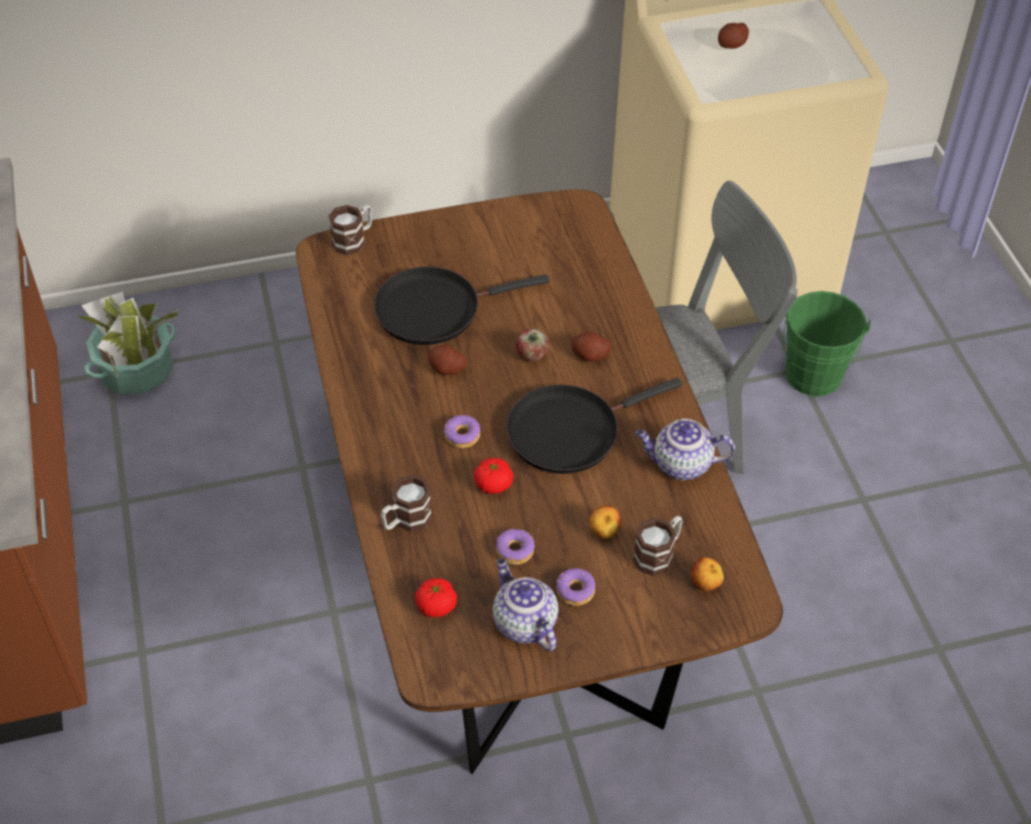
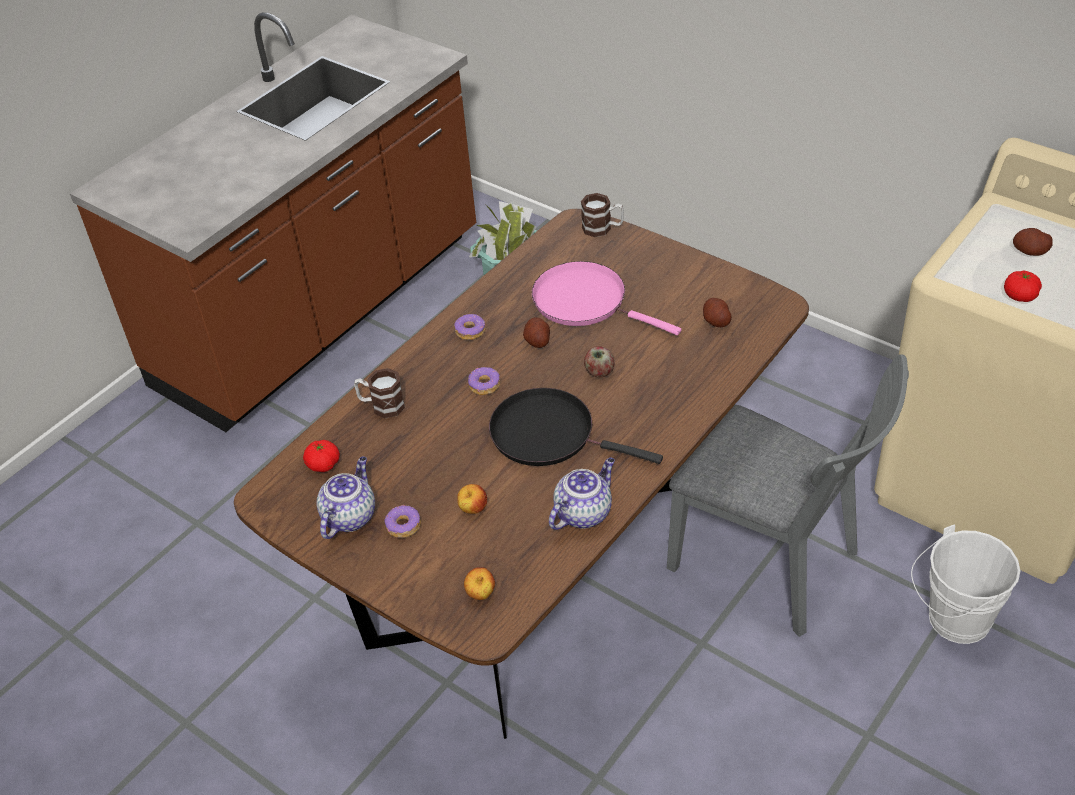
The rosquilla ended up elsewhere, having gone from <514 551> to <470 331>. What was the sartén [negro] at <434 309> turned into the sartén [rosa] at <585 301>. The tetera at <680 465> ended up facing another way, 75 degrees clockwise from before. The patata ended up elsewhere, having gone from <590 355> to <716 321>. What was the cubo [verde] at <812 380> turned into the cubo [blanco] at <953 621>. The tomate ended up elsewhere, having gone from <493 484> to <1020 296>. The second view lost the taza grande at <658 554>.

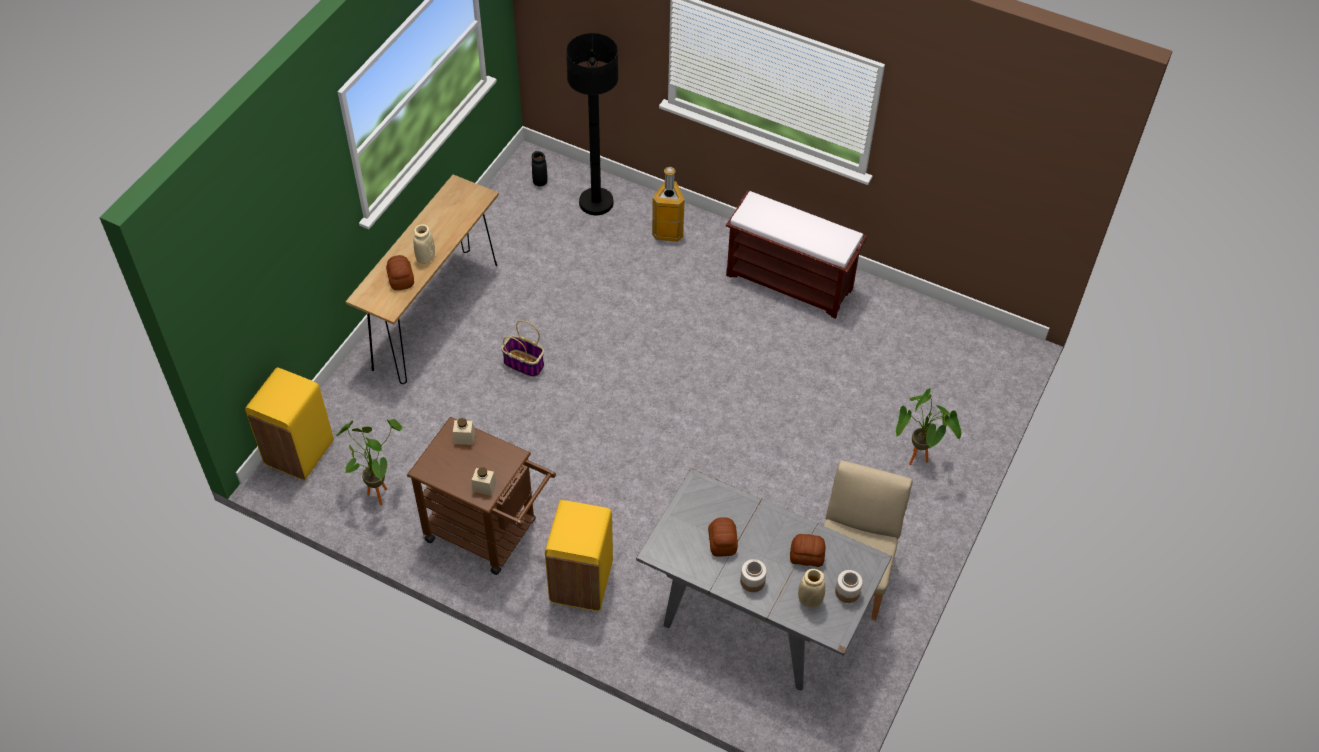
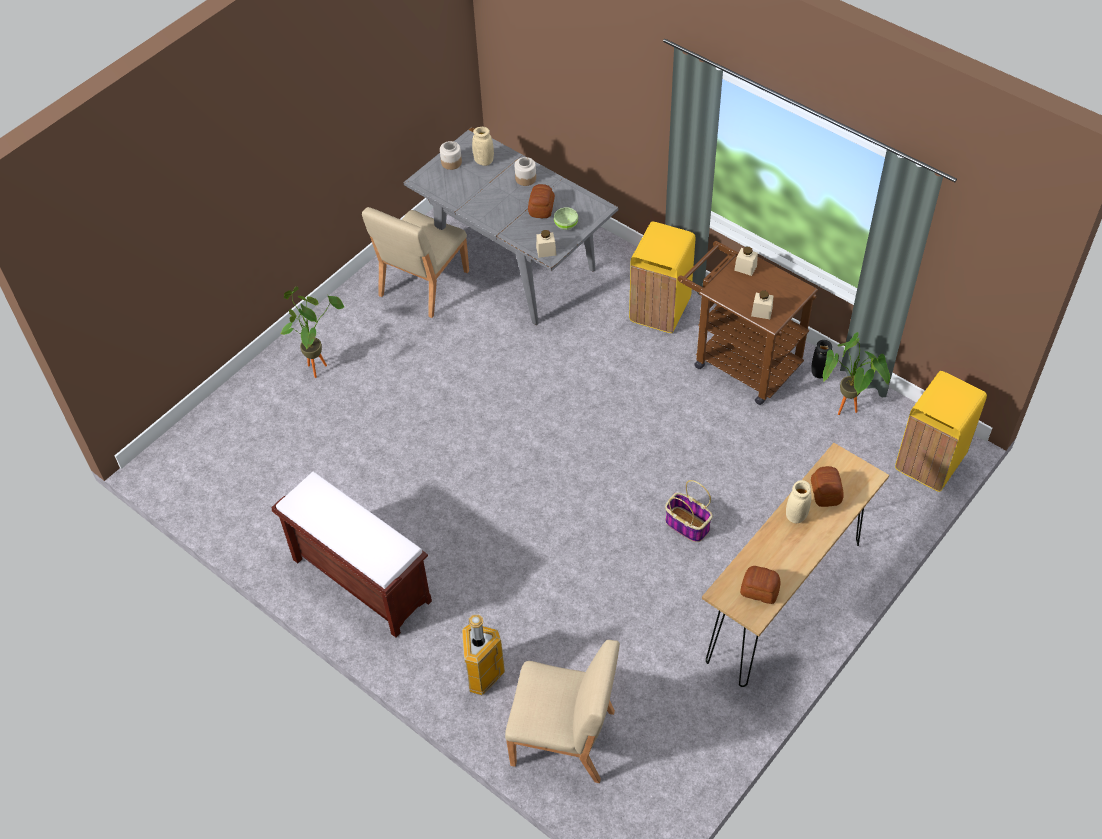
Where the lámpara de pie [negro] stood at <596 202>, the silla [beis] came to stand at <564 738>. The second view gained the tarro [beis] at <546 251>. The second view gained the cuenco [verde] at <566 225>. The pan ended up elsewhere, having gone from <807 556> to <759 590>. The florero [negro] ended up elsewhere, having gone from <540 181> to <819 372>.

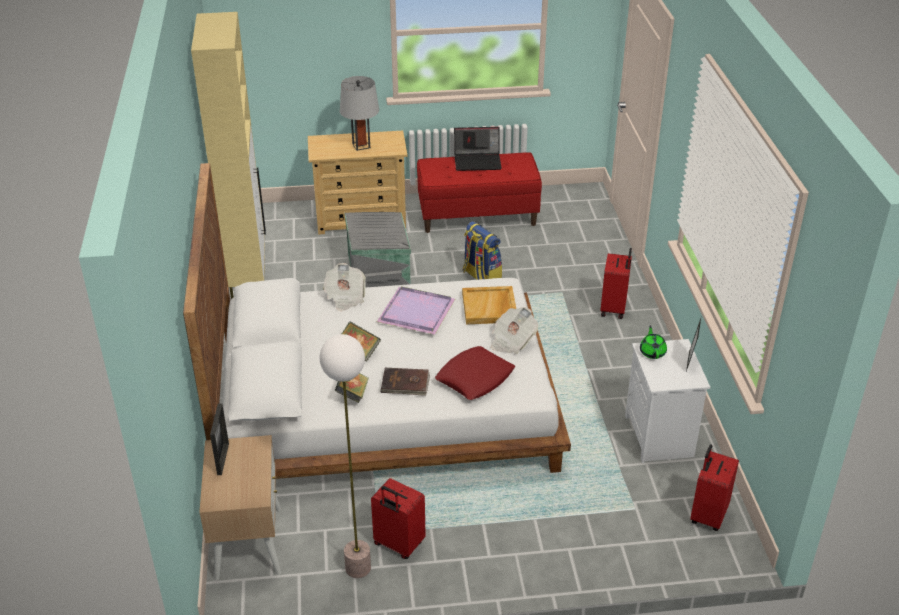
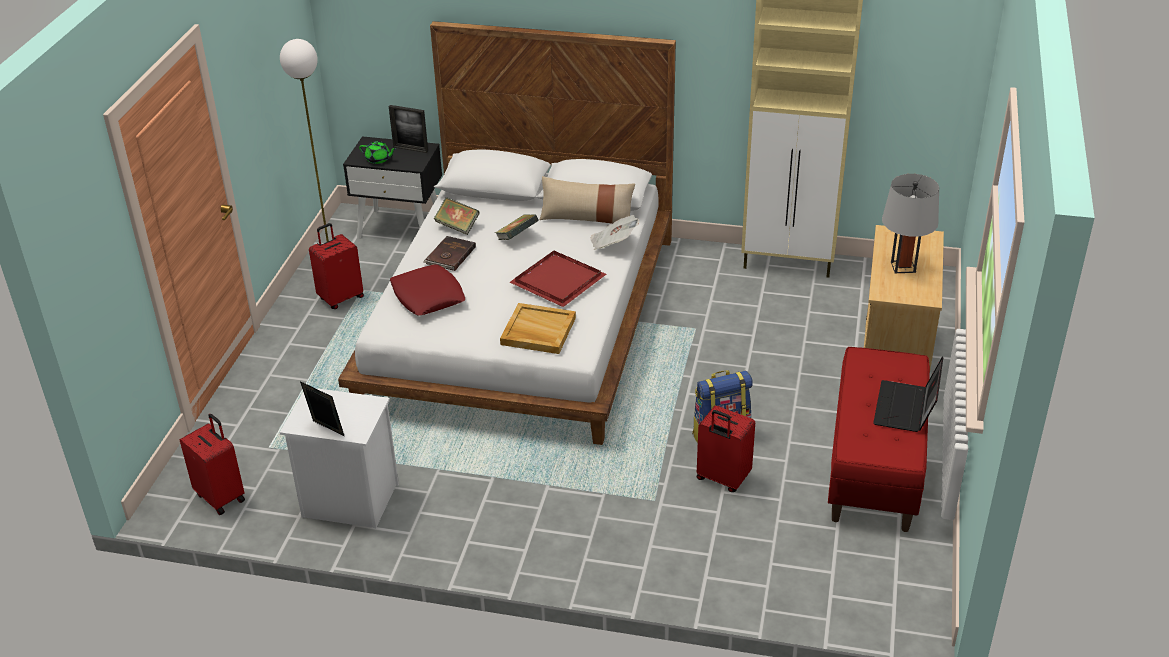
What was the mesita de noche [beis] at <248 542> turned into the mesita de noche [negro] at <401 227>. The tetera [verde] ended up elsewhere, having gone from <652 352> to <378 159>. What was the bandeja [morado] at <415 313> turned into the bandeja [rojo] at <558 279>. The second view gained the cojín [beis] at <587 218>. The maleta [rojo] ended up elsewhere, having gone from <614 308> to <722 479>. The second view lost the caja de almacenaje [gris] at <379 269>. The second view lost the periódico at <512 341>.

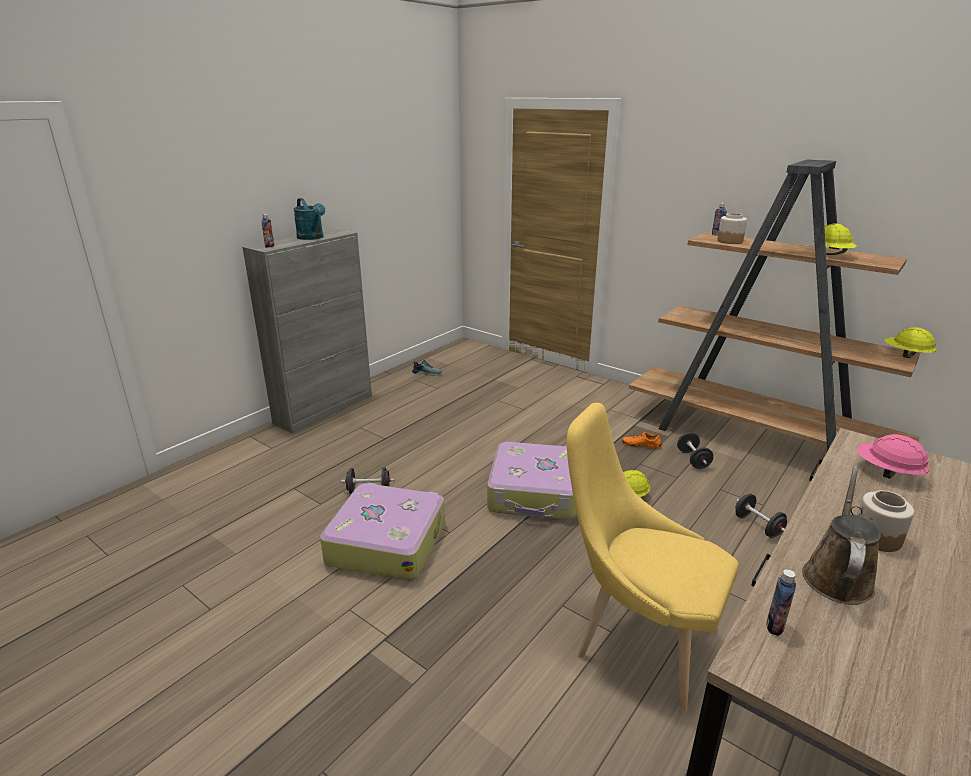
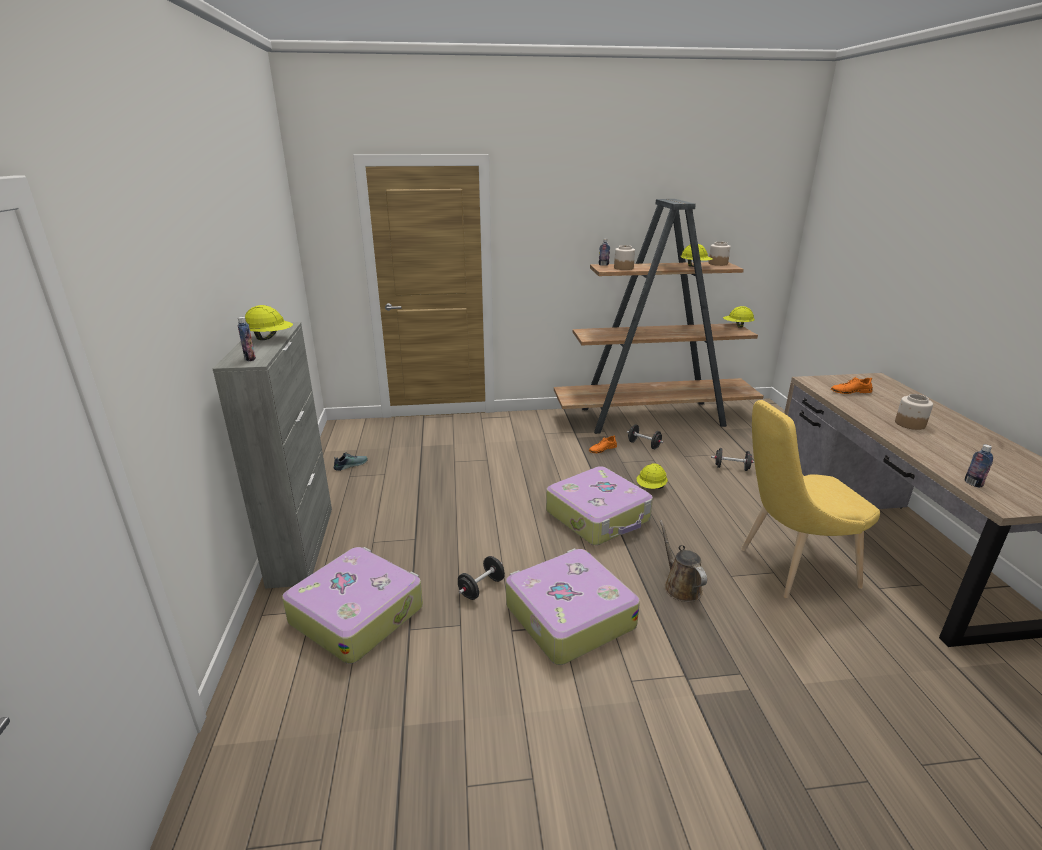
Where the regadera [turquesa] stood at <312 238>, the casco [amarillo] came to stand at <270 338>. The second view gained the maleta at <357 613>. The regadera [marrón] ended up elsewhere, having gone from <837 576> to <680 586>. The second view gained the tarro at <718 263>. Where the casco [rosa] stood at <887 472>, the zapato [naranja] came to stand at <850 391>.

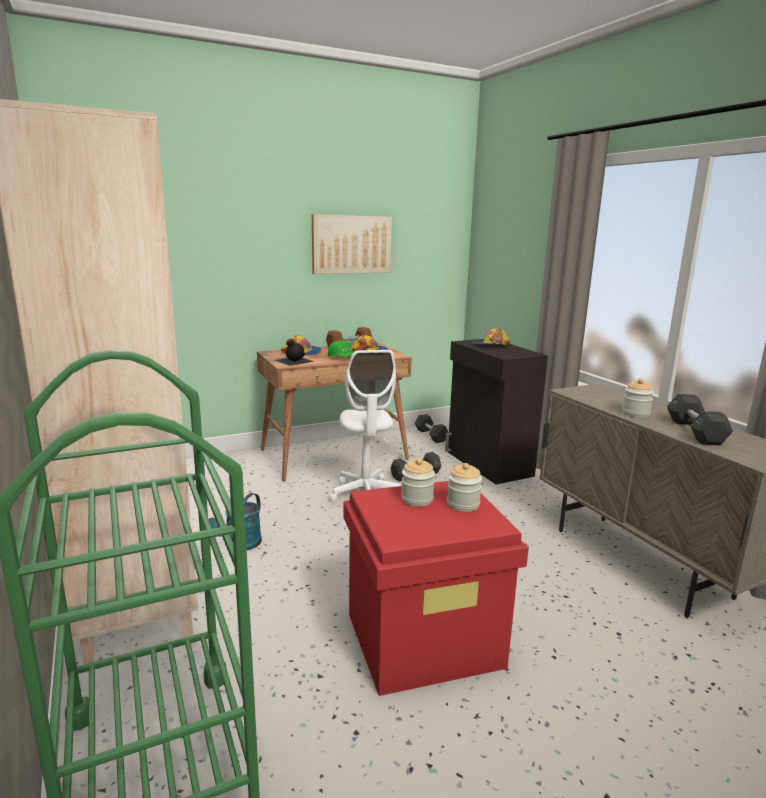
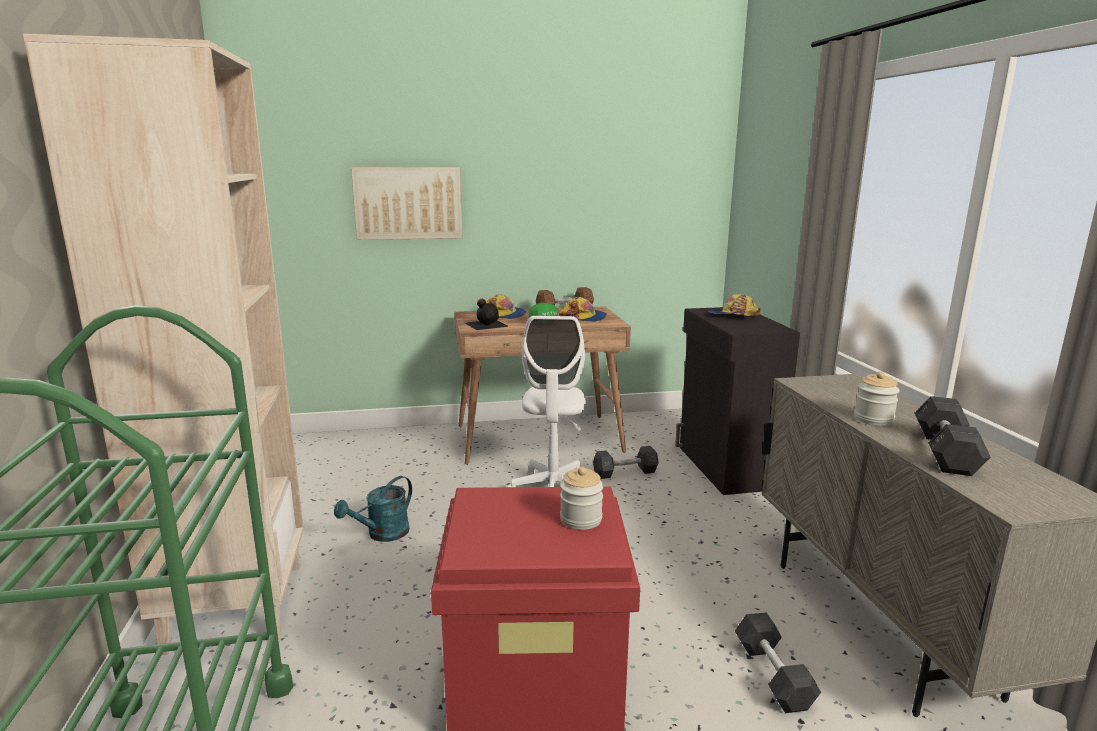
The cuadro ended up elsewhere, having gone from <351 244> to <408 203>. The mancuerna [gris] ended up elsewhere, having gone from <431 435> to <773 675>. The second view lost the tarro at <417 499>.

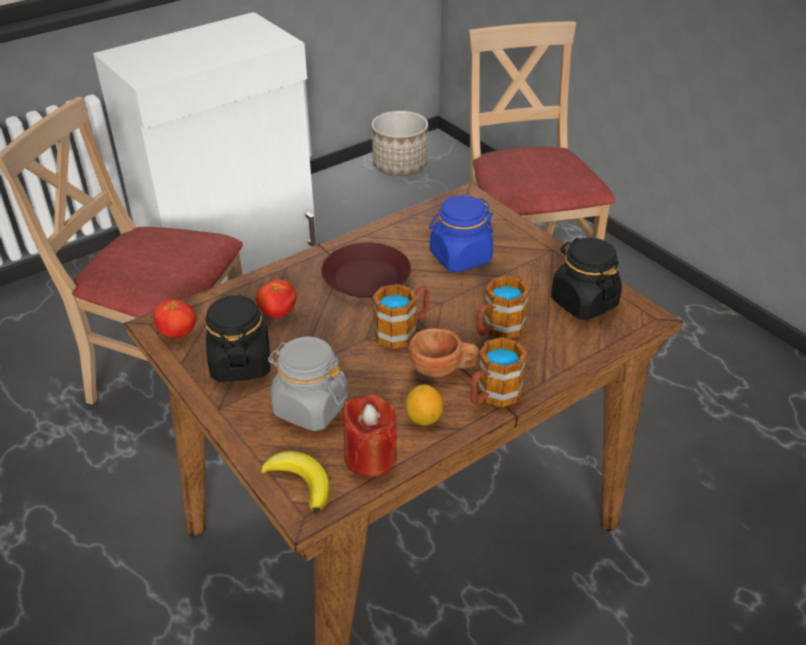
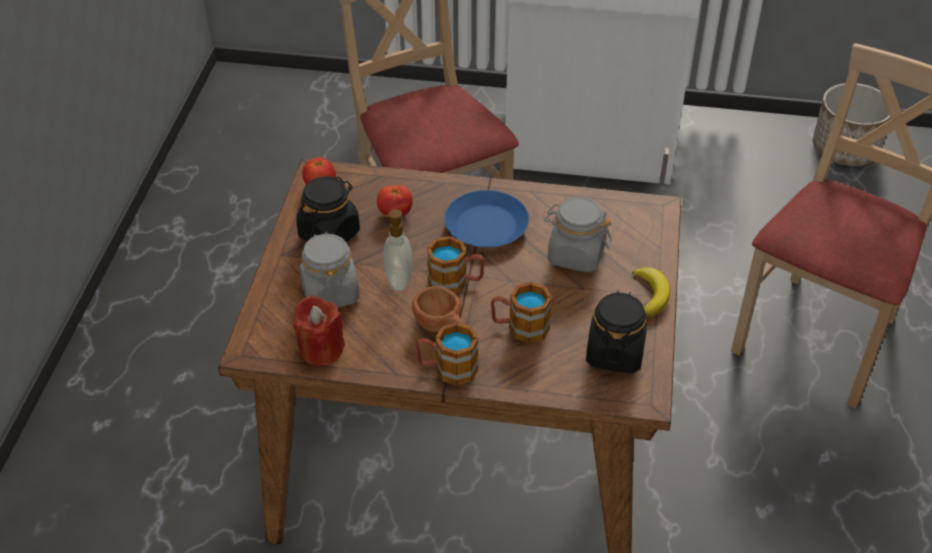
The second view gained the dispensador de jabón at <397 280>. What was the plato [marrón] at <367 278> turned into the plato [azul] at <487 227>. What was the tarro [azul] at <460 257> turned into the tarro [gris] at <575 255>. The plátano ended up elsewhere, having gone from <300 482> to <651 294>. The second view lost the limón at <423 418>.

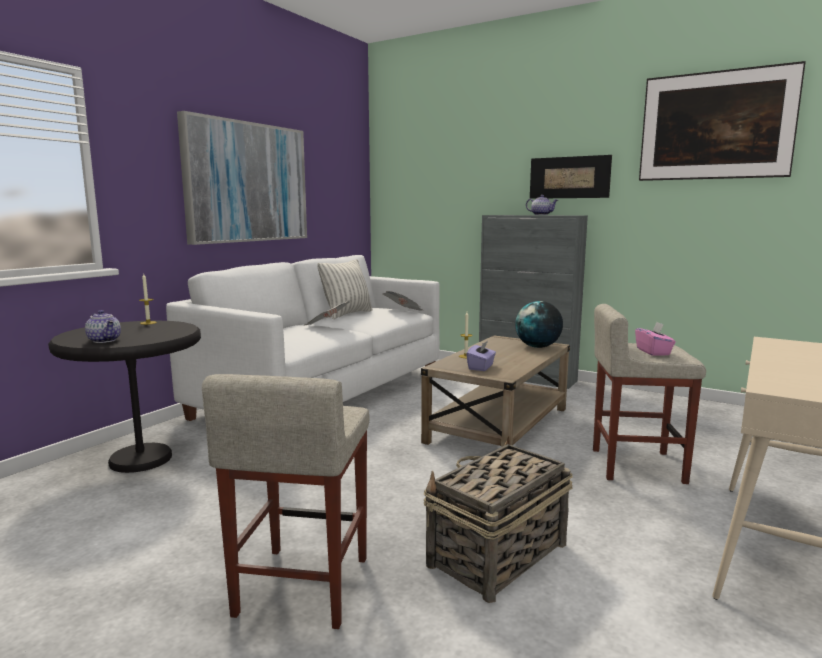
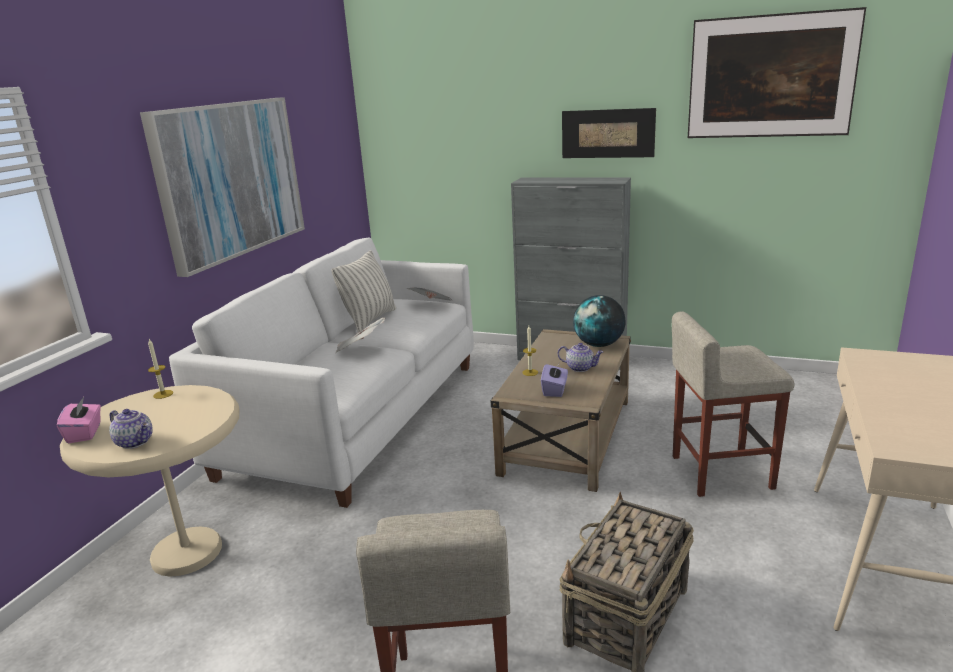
The caja de pañuelos [rosa] ended up elsewhere, having gone from <653 352> to <85 433>. What was the mesa auxiliar [negro] at <141 459> turned into the mesa auxiliar [beis] at <187 553>. The tetera ended up elsewhere, having gone from <541 215> to <580 368>.

